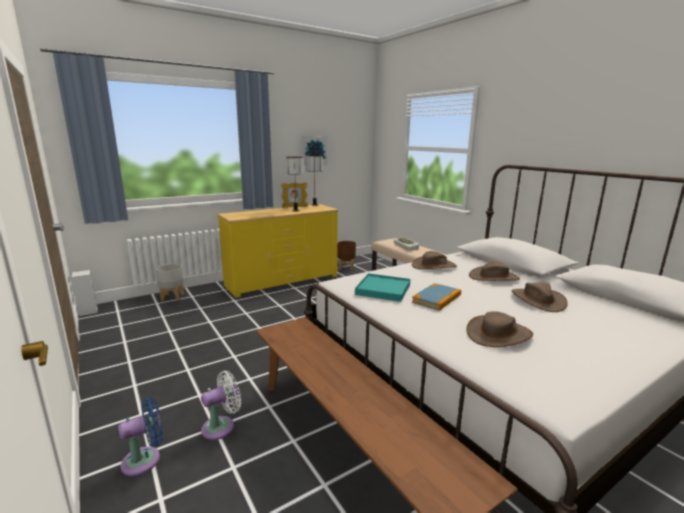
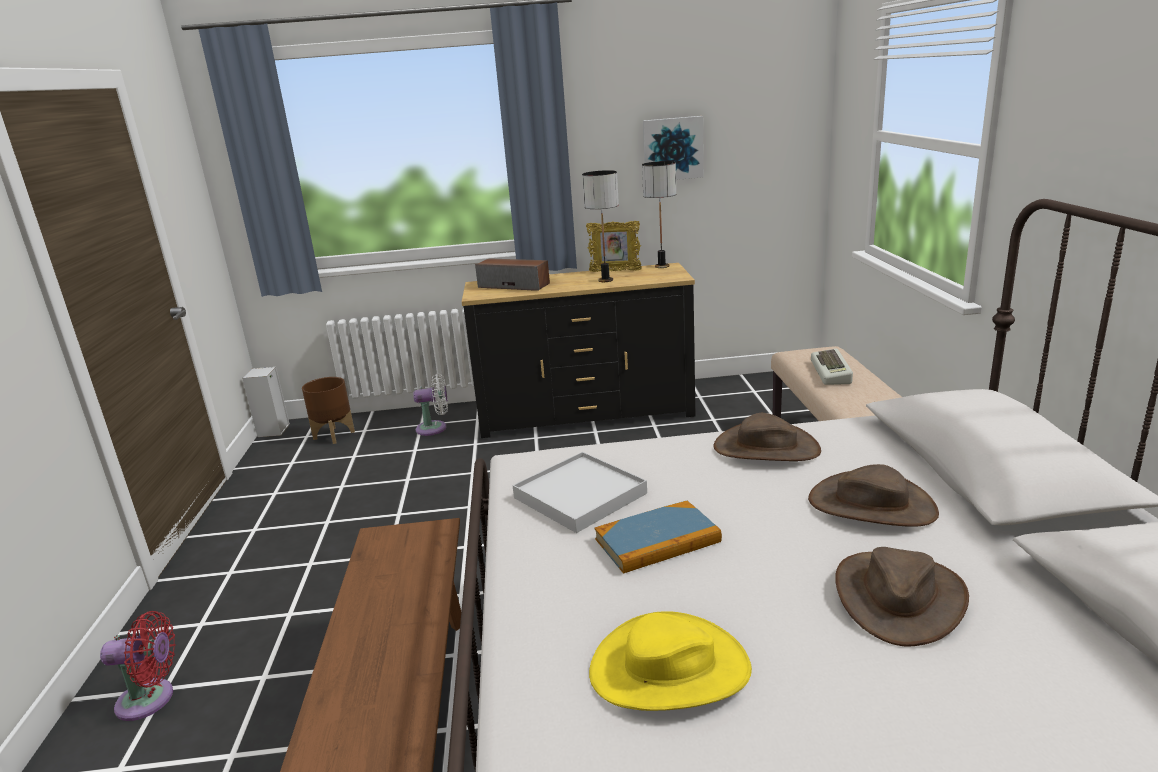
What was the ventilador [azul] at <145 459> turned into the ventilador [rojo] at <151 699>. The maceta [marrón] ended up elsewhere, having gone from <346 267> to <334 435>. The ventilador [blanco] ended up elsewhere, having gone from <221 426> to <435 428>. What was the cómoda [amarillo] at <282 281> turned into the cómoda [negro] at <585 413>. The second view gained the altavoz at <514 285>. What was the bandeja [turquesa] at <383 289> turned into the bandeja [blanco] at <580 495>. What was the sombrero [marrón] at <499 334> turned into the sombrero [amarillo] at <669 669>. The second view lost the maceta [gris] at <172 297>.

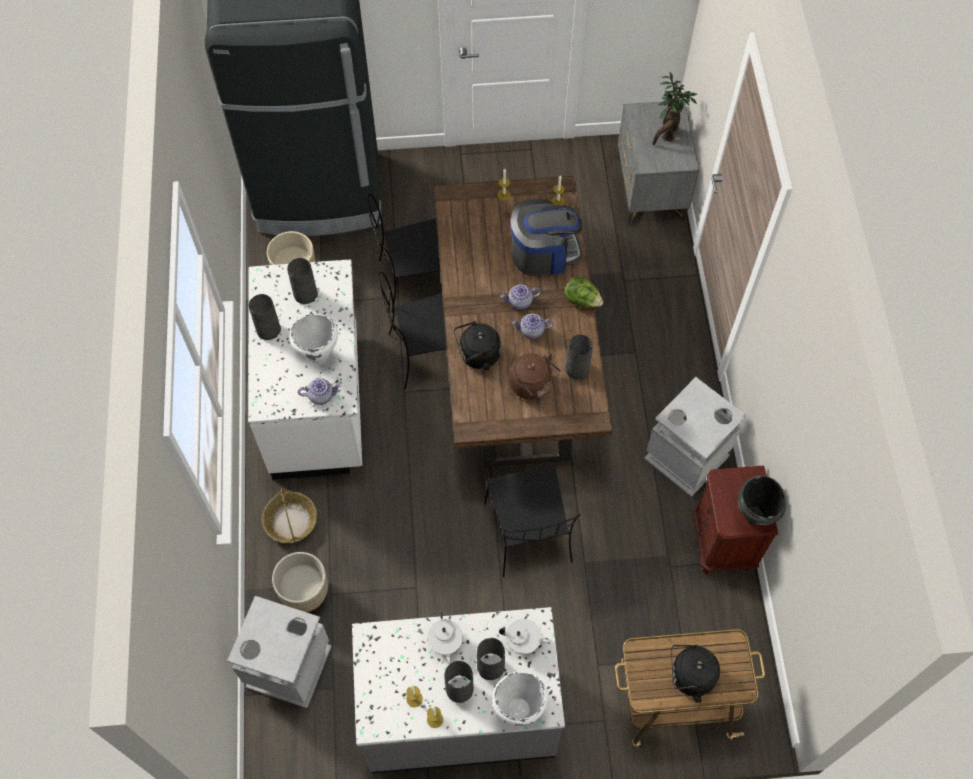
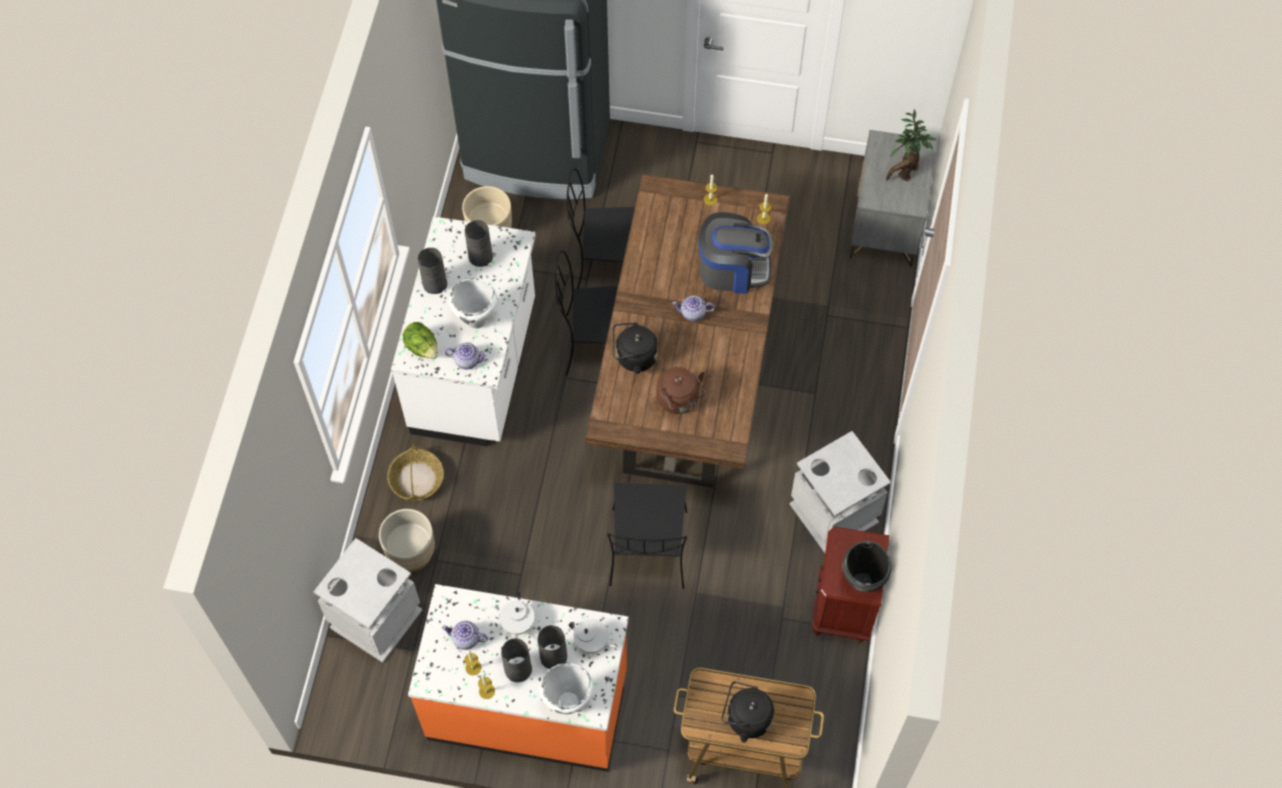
The lechuga ended up elsewhere, having gone from <582 300> to <422 348>. What was the mueble bajo de cocina [gris] at <459 711> turned into the mueble bajo de cocina [naranja] at <528 704>. The tetera ended up elsewhere, having gone from <531 331> to <465 639>. The second view lost the florero [gris] at <577 368>.

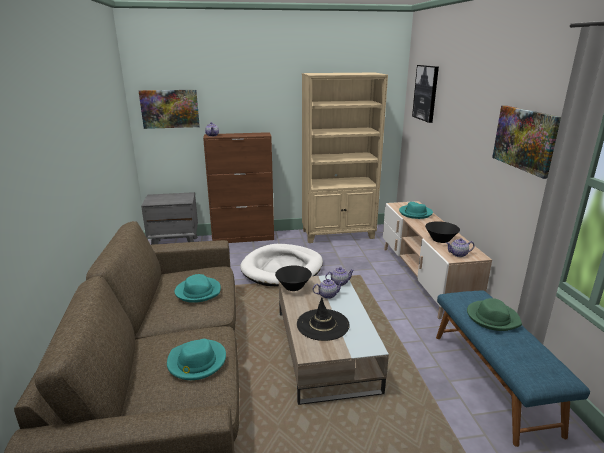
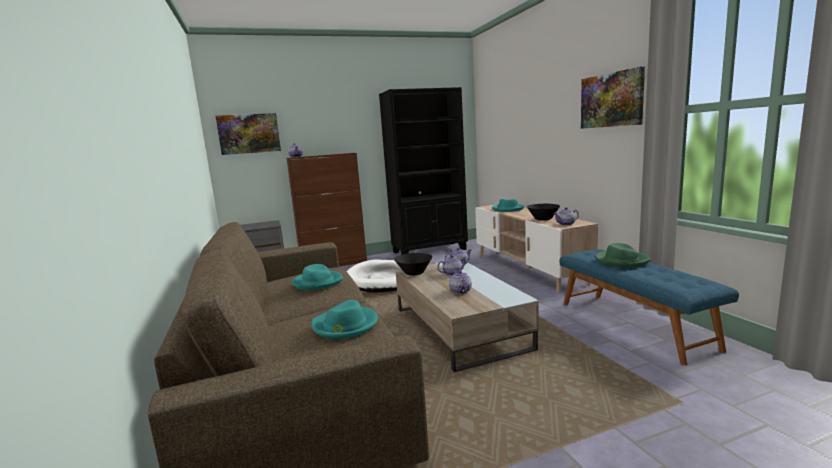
What was the estantería [beis] at <338 234> turned into the estantería [negro] at <430 251>. Where the sombrero [negro] stood at <323 325>, the tetera came to stand at <460 291>. The second view lost the cuadro at <426 93>.

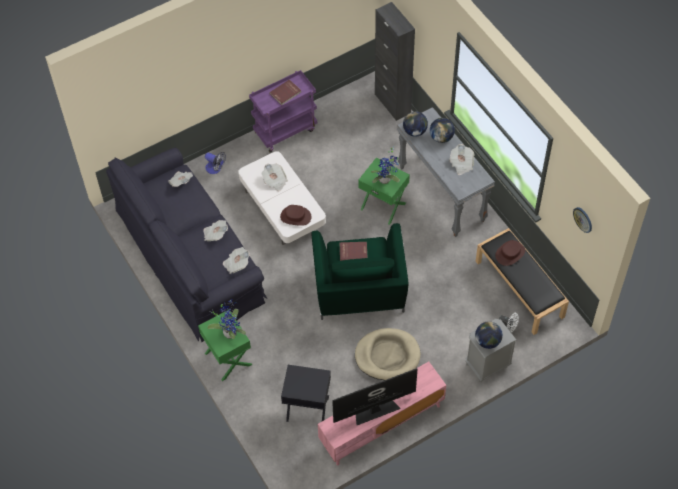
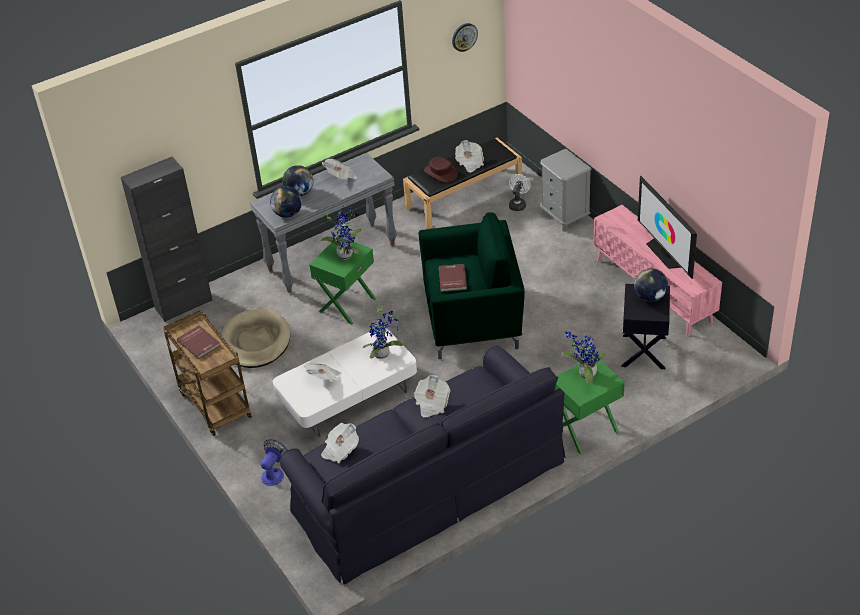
What was the carrito [morado] at <285 130> turned into the carrito [marrón] at <214 404>. The cama para perro [beis] ended up elsewhere, having gone from <387 356> to <255 341>. Where the sombrero [marrón] stood at <295 217>, the planta en maceta came to stand at <383 354>. The periódico ended up elsewhere, having gone from <236 264> to <469 163>. The globo terráqueo ended up elsewhere, having gone from <487 341> to <650 297>.

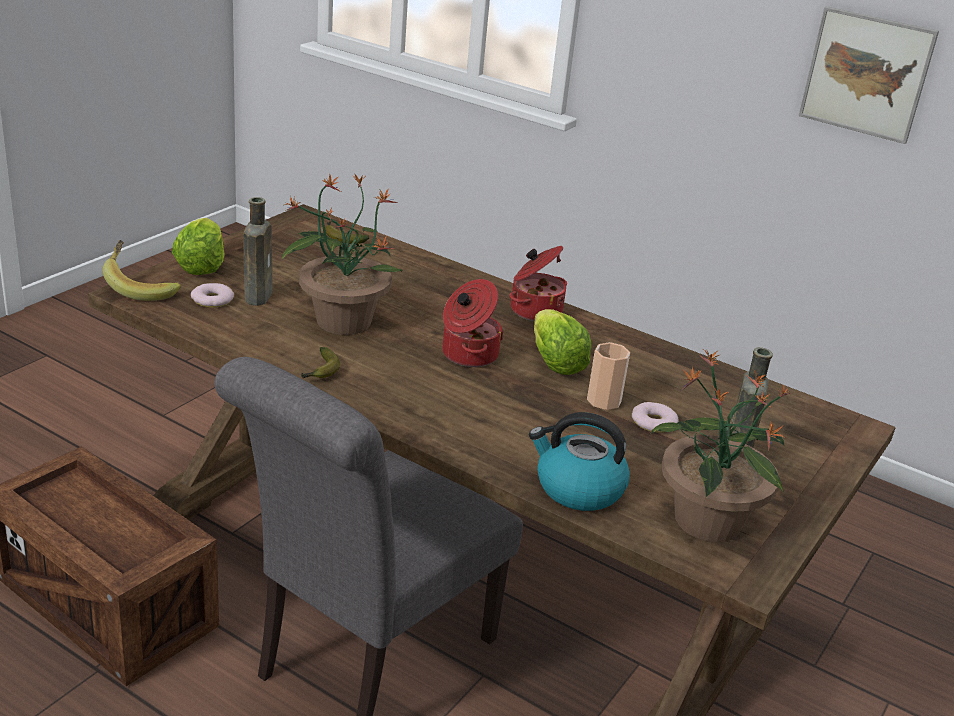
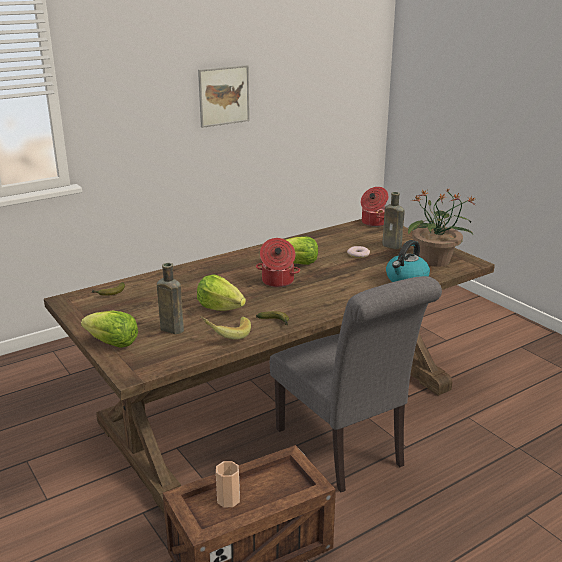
Where the planta en maceta stood at <342 320>, the lechuga came to stand at <220 308>. The plátano ended up elsewhere, having gone from <141 287> to <226 334>. The taza ended up elsewhere, having gone from <604 400> to <228 499>. The olla ended up elsewhere, having gone from <534 310> to <373 223>. The second view lost the rosquilla at <212 300>.

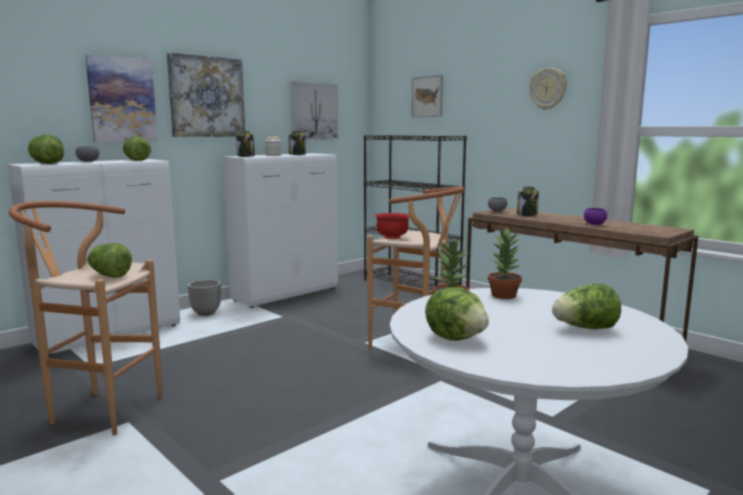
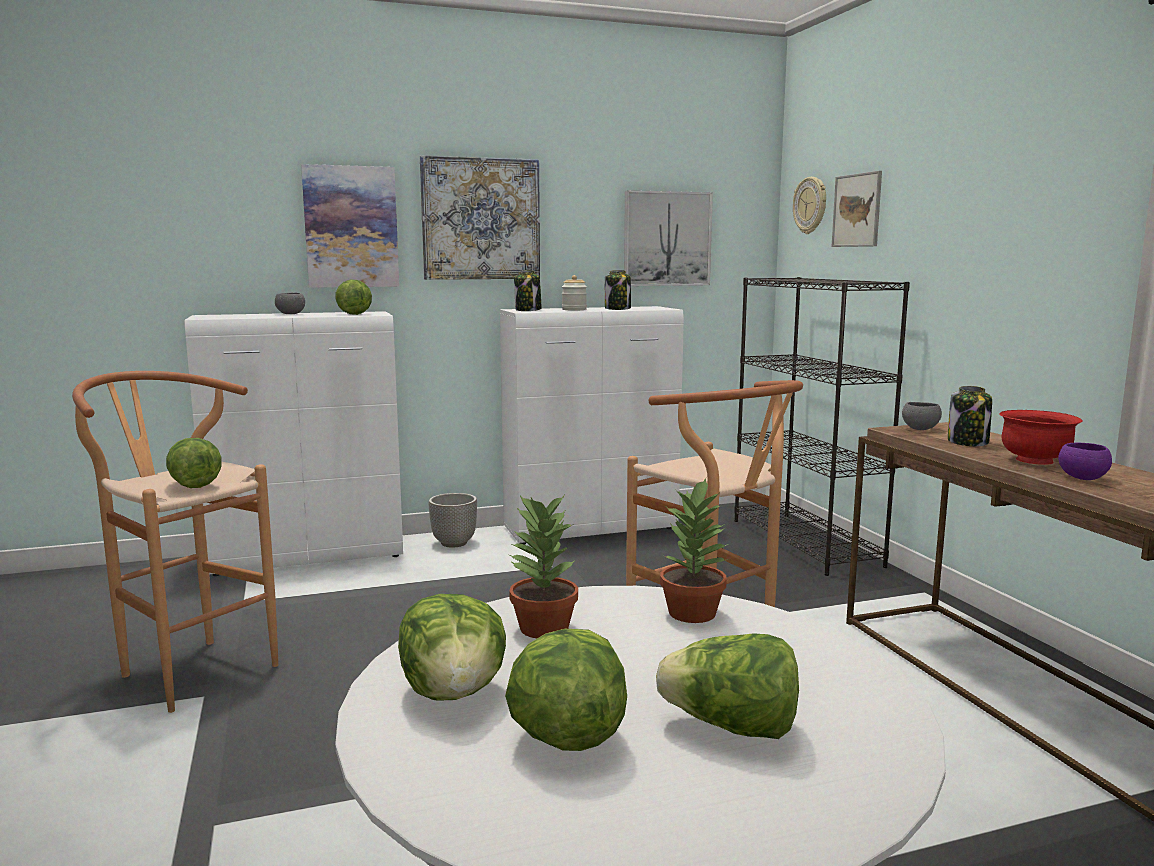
The lechuga ended up elsewhere, having gone from <47 164> to <565 736>. The reloj de pared ended up elsewhere, having gone from <548 89> to <810 205>. The cuenco [rojo] ended up elsewhere, having gone from <392 237> to <1035 461>.

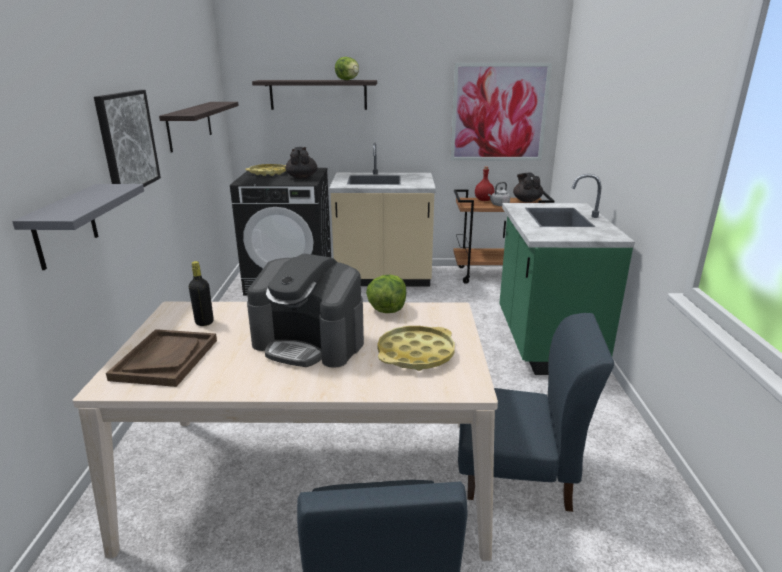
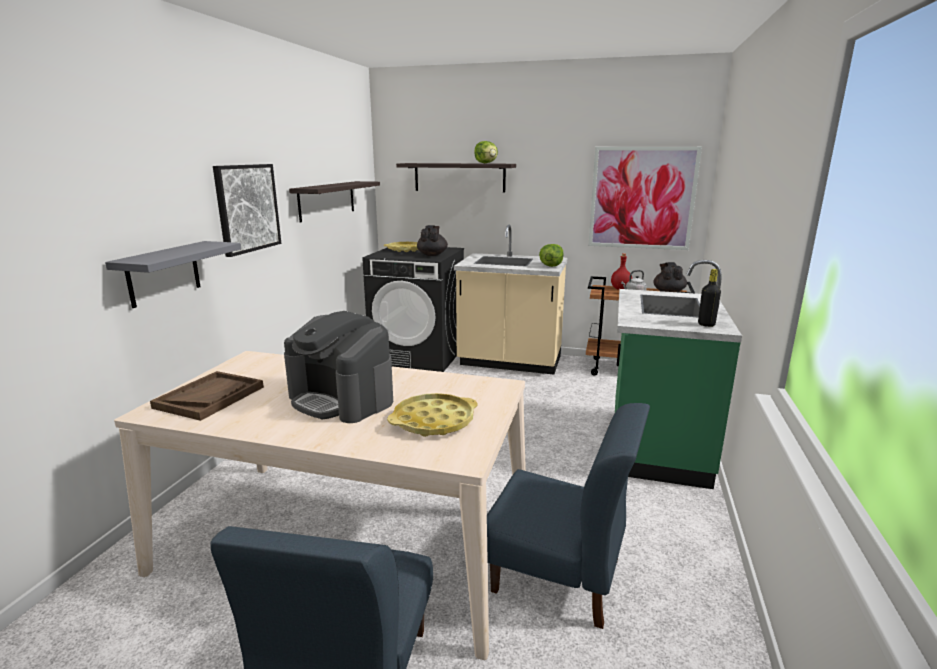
The lechuga ended up elsewhere, having gone from <387 310> to <551 266>. The botella [negro] ended up elsewhere, having gone from <204 322> to <706 324>.

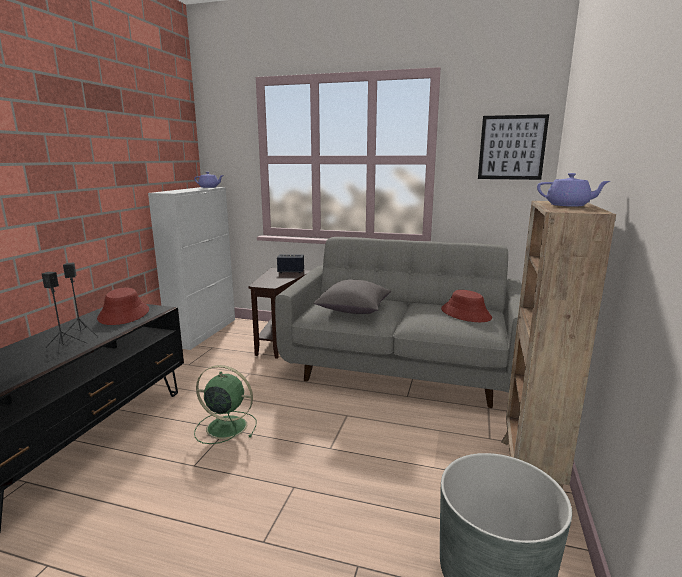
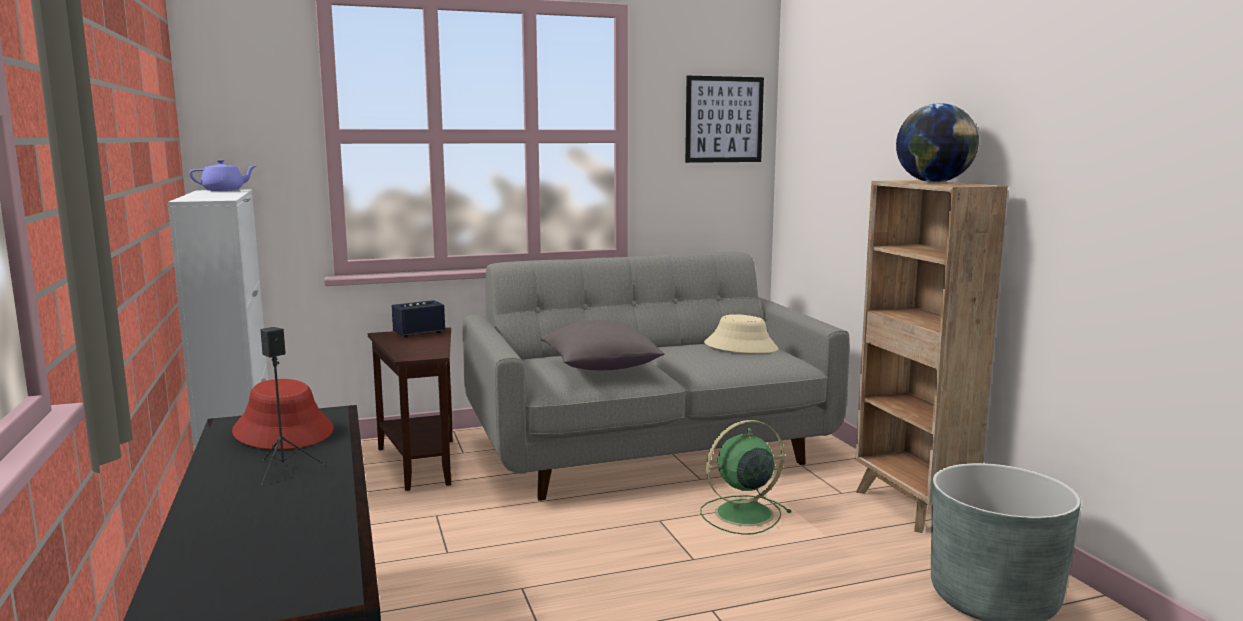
The ventilador [verde] ended up elsewhere, having gone from <225 427> to <741 514>. What was the sombrero [rojo] at <466 314> turned into the sombrero [beis] at <741 347>. Where the tetera [morado] stood at <569 205>, the globo terráqueo came to stand at <933 182>. The second view lost the altavoz [negro] at <64 349>.

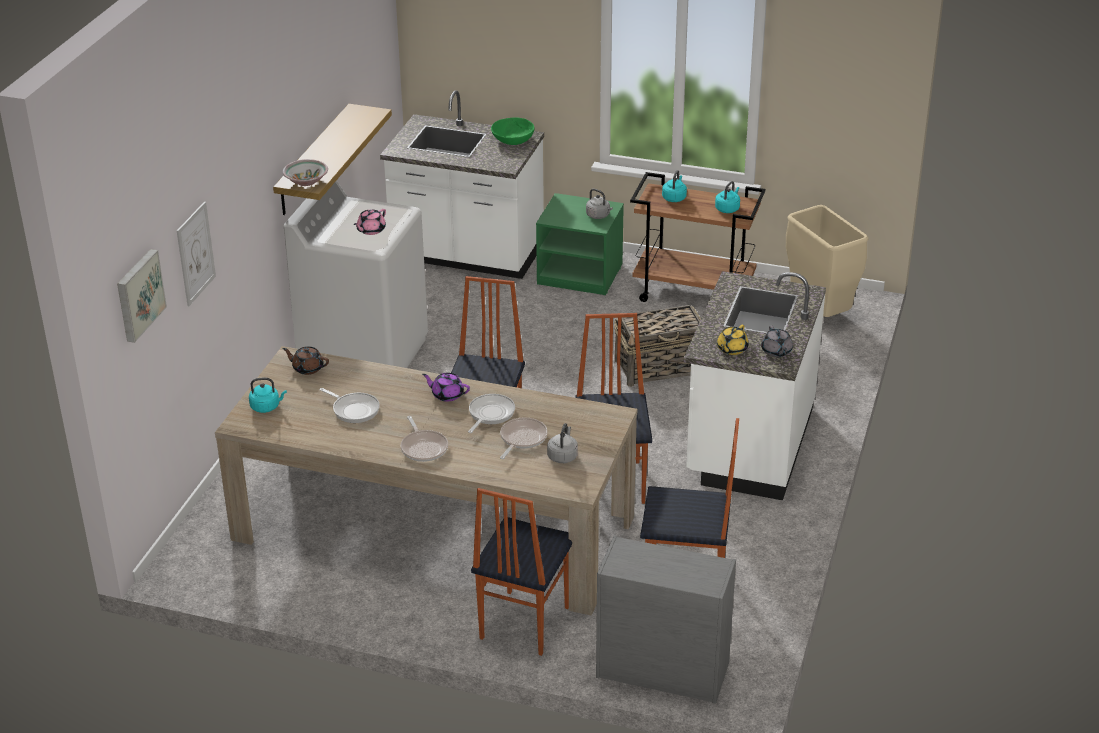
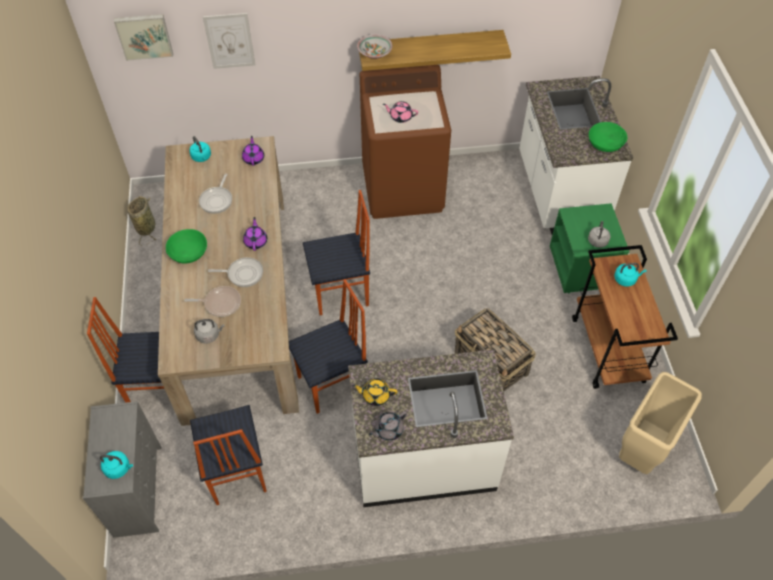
The hervidor [turquesa] ended up elsewhere, having gone from <728 209> to <119 468>. The second view gained the cesta at <146 227>. Where the sartén stood at <423 447>, the cuenco [verde] came to stand at <188 253>. What was the tetera [marrón] at <307 368> turned into the tetera [morado] at <253 158>. What was the lavadora [blanco] at <364 355> turned into the lavadora [marrón] at <403 188>.

